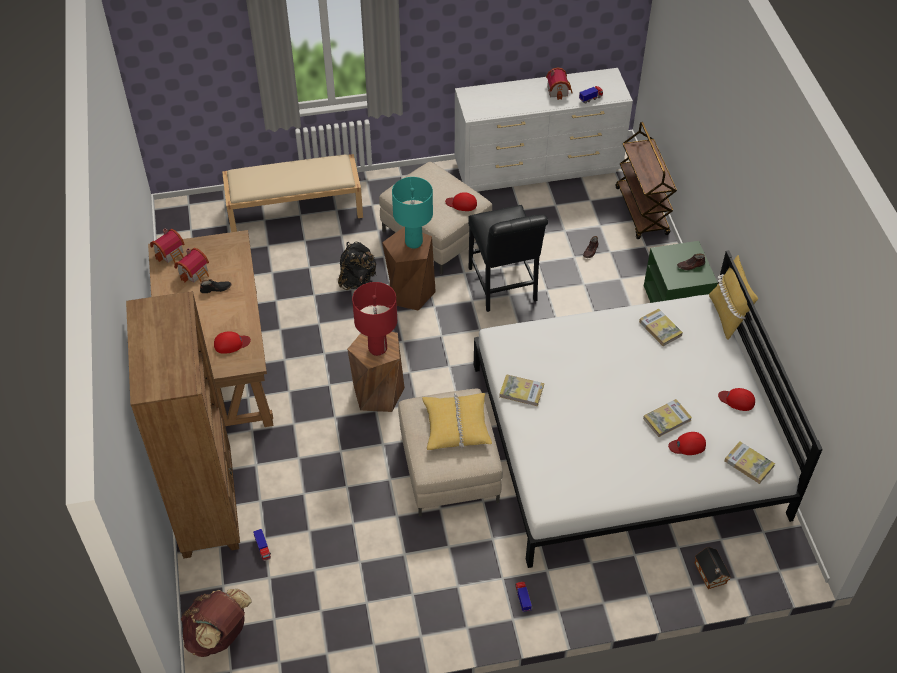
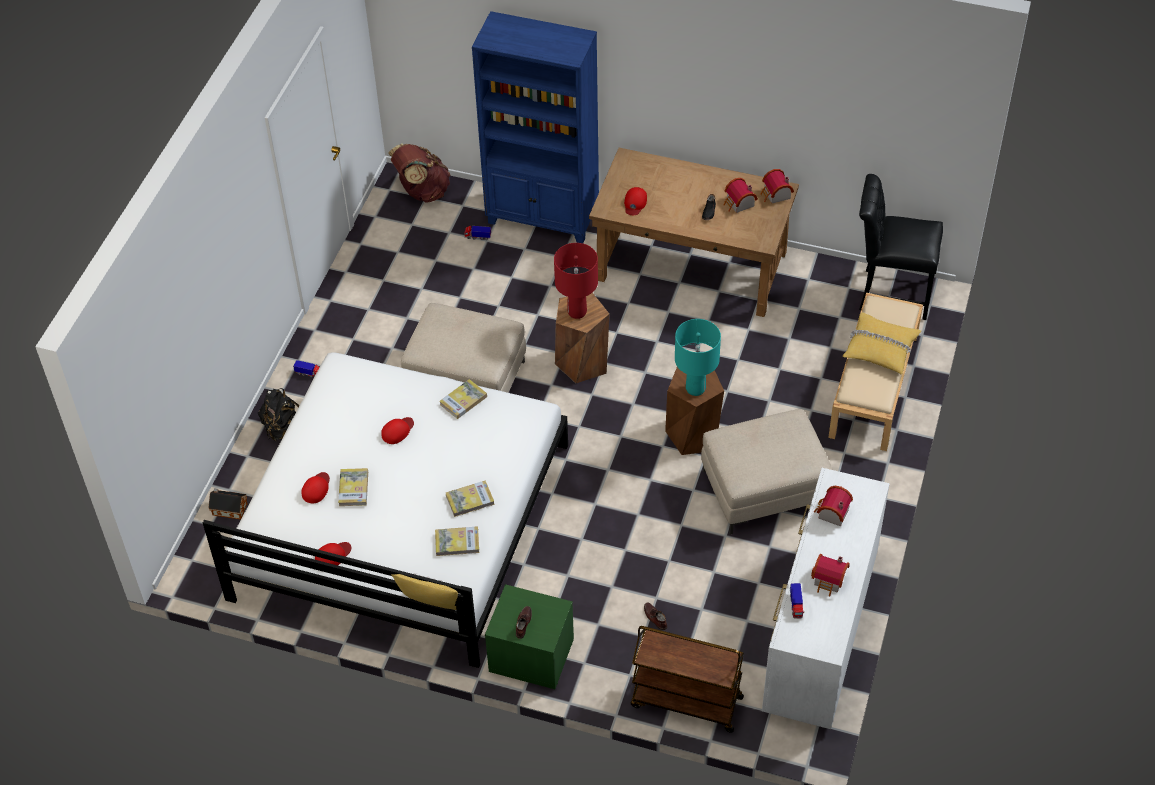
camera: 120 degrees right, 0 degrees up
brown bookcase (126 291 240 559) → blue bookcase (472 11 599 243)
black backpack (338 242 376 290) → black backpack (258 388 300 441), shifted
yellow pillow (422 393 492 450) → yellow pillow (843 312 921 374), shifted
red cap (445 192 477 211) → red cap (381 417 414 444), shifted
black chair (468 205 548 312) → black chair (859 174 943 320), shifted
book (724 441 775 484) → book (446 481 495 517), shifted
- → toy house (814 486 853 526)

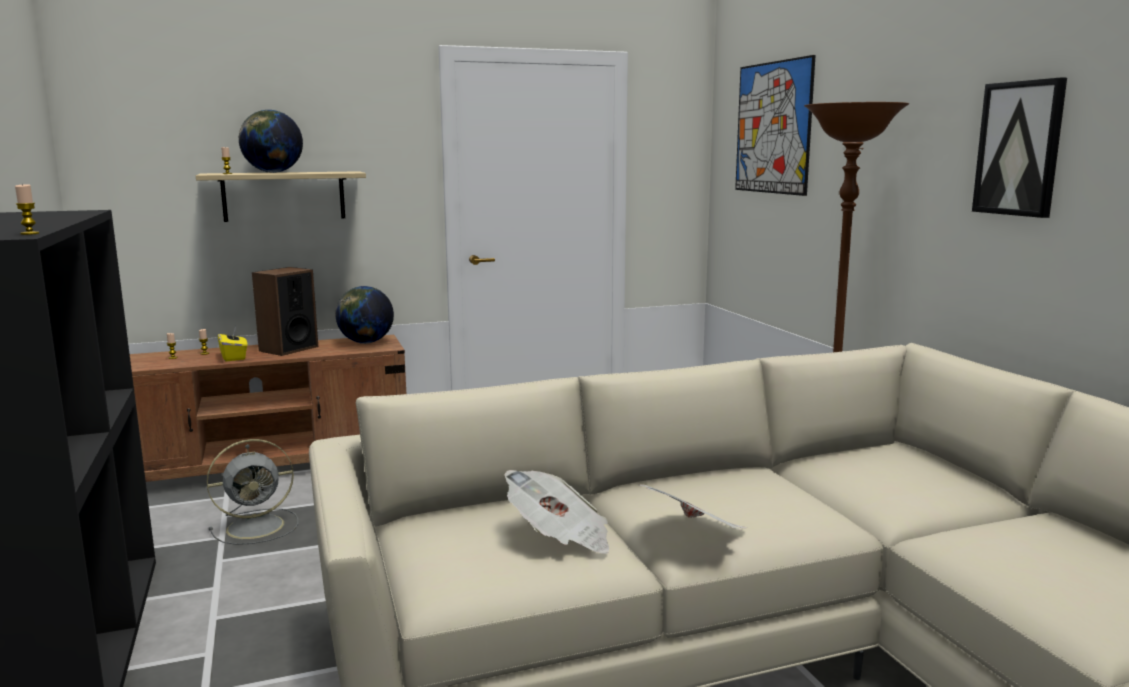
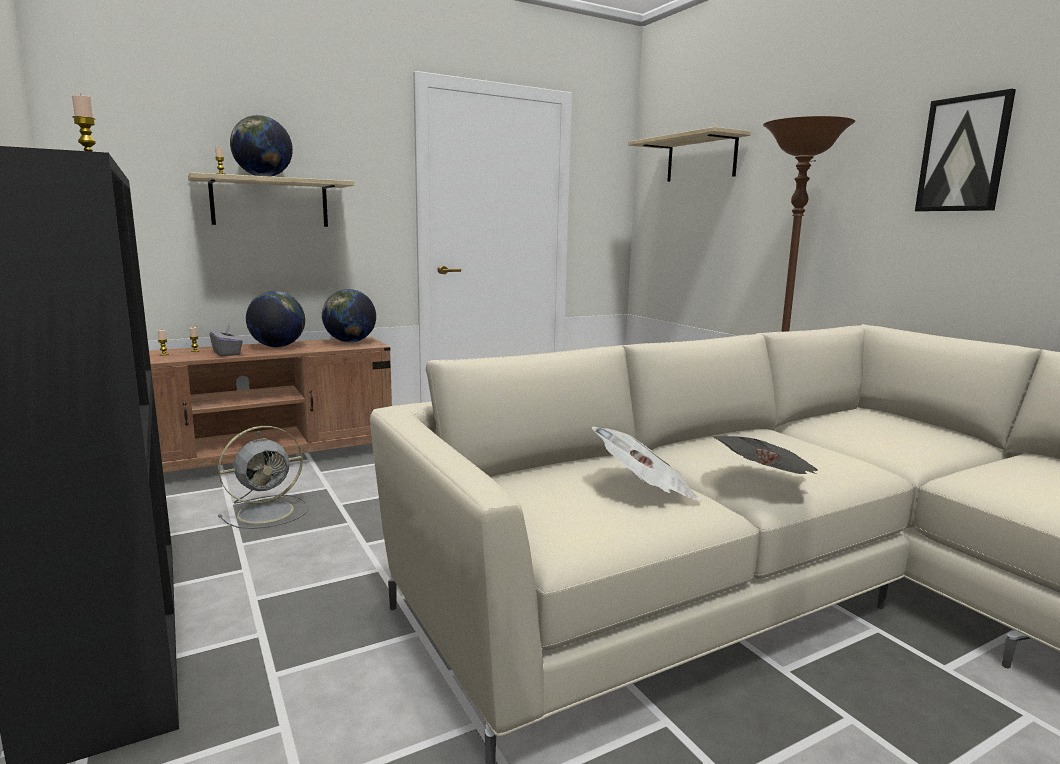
camera: 10 degrees left, 0 degrees up
yellow tissue box (218 327 247 361) → grey tissue box (210 324 243 357)
speaker (252 267 318 356) → globe (246 291 305 347)
picture (735 55 816 196) → shelf (628 127 751 182)

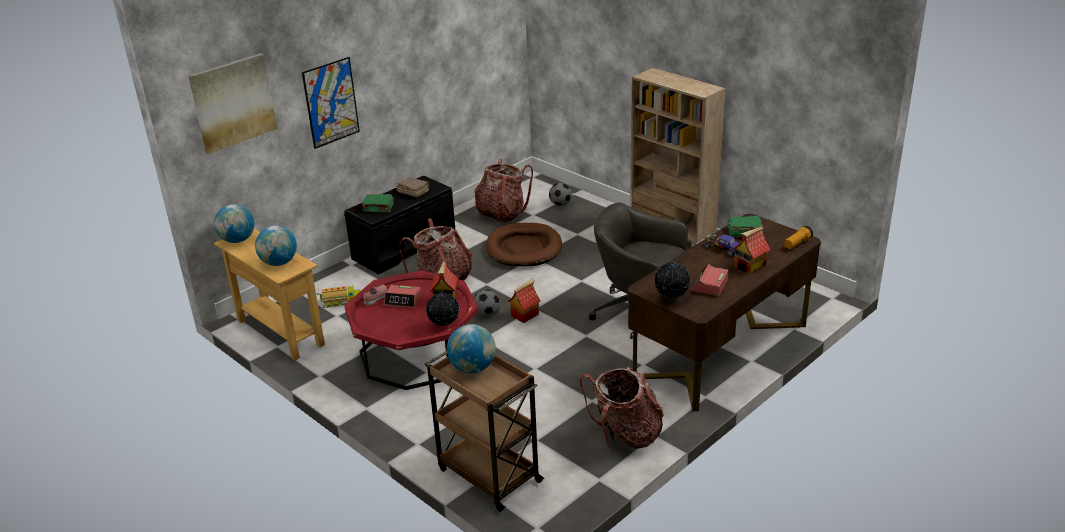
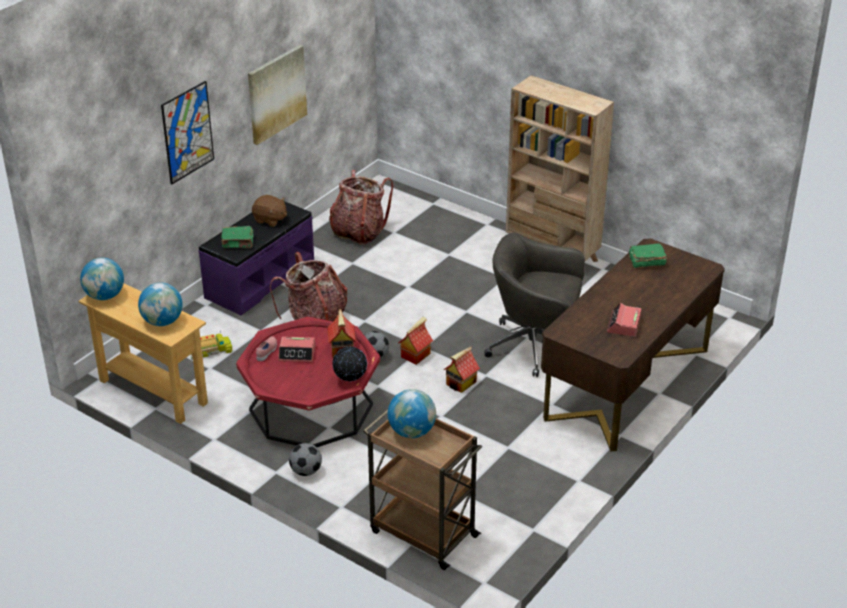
camera: 10 degrees left, 5 degrees up
picture (188 53 277 154) → picture (248 45 307 145), shifted
black bench (344 176 455 274) → purple bench (198 199 314 316)
brown book (396 177 429 197) → brown plush toy (252 195 287 227)
brown dog bed (486 223 562 266) → -
football (549 183 572 206) → football (289 443 322 476), shifted
backpack (580 367 664 452) → -
globe (654 261 690 300) → -
toy car (704 234 740 256) → -
toy house (733 226 770 274) → toy house (444 347 480 393), shifted
flashlight (784 226 813 249) → -

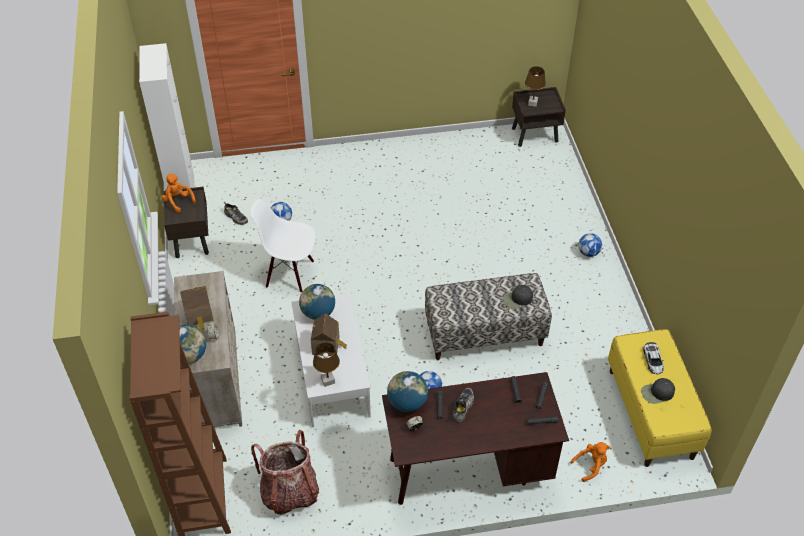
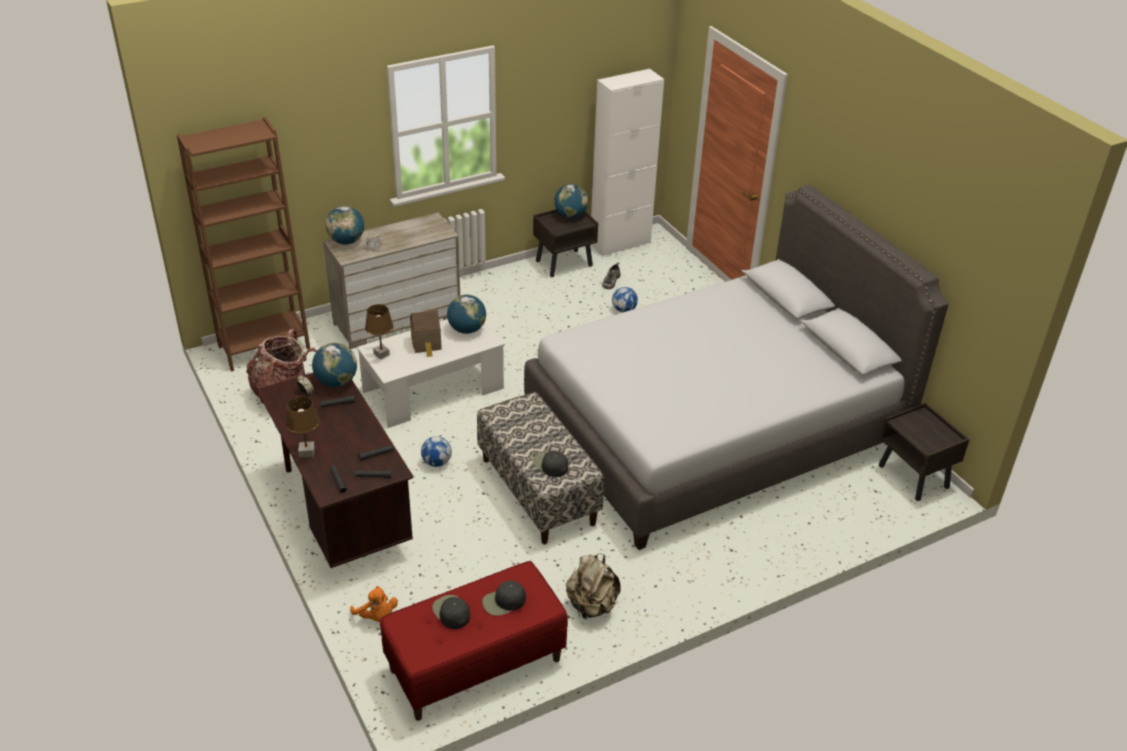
camera: 70 degrees right, 10 degrees down
orange plush toy (161 174 196 213) → globe (554 184 588 218)
toy house (180 286 213 330) → -
white chair (250 199 316 293) → -
shoe (452 388 474 422) → -
brown table lamp (525 66 546 107) → brown table lamp (286 396 320 457), shifted
football (578 233 602 257) → -
yellow bench (608 329 712 467) → red bench (380 561 568 721)
toy car (643 342 664 374) → black cap (482 580 526 616)
- → grey bed (524 185 949 550)
- → beige backpack (566 553 621 619)

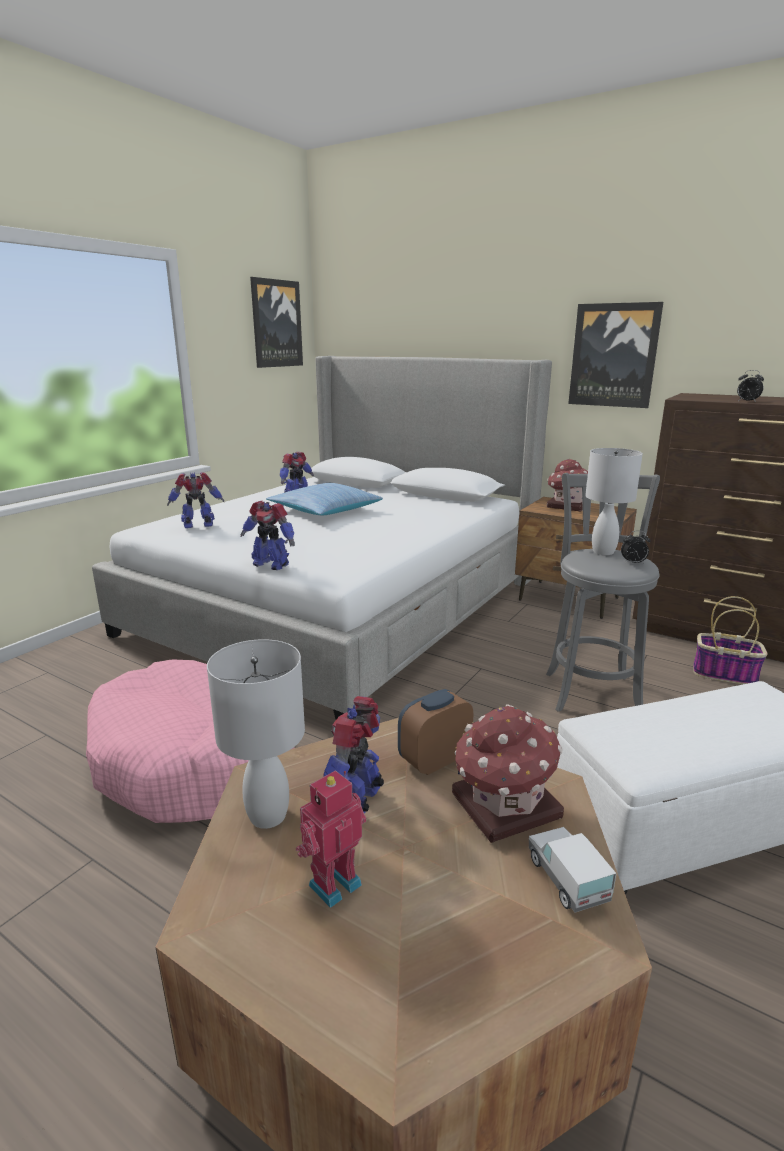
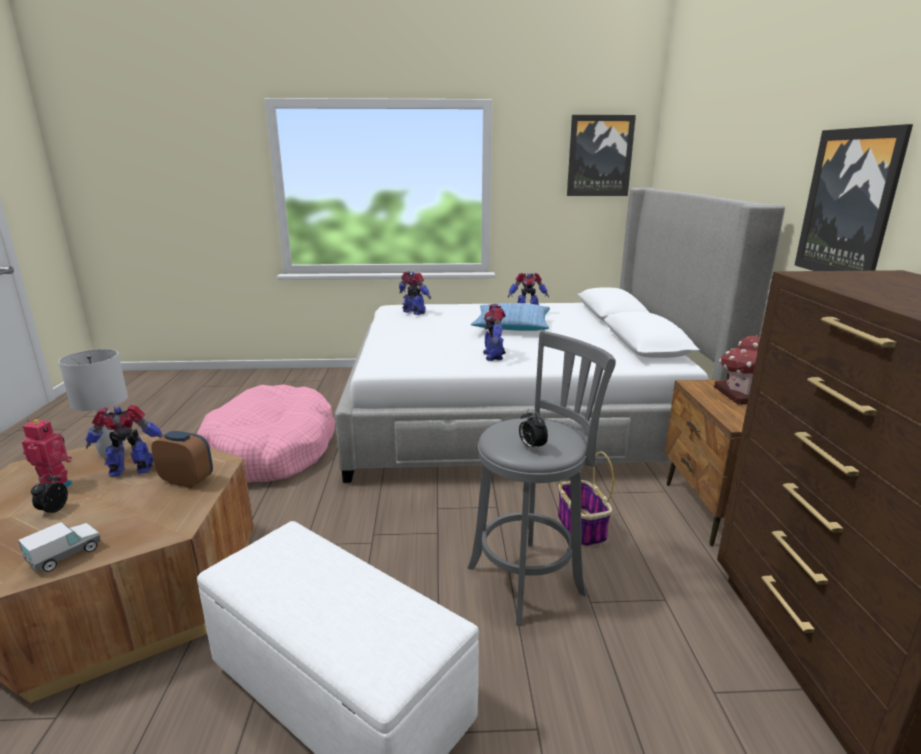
camera: 55 degrees right, 0 degrees up
toy robot (241 501 295 570) → toy robot (483 304 506 361), shifted
toy house (452 704 564 843) → -
white table lamp (585 448 643 555) → -
basket (693 596 767 685) → basket (558 451 614 548), shifted
alarm clock (737 370 764 402) → alarm clock (31 474 68 516), shifted

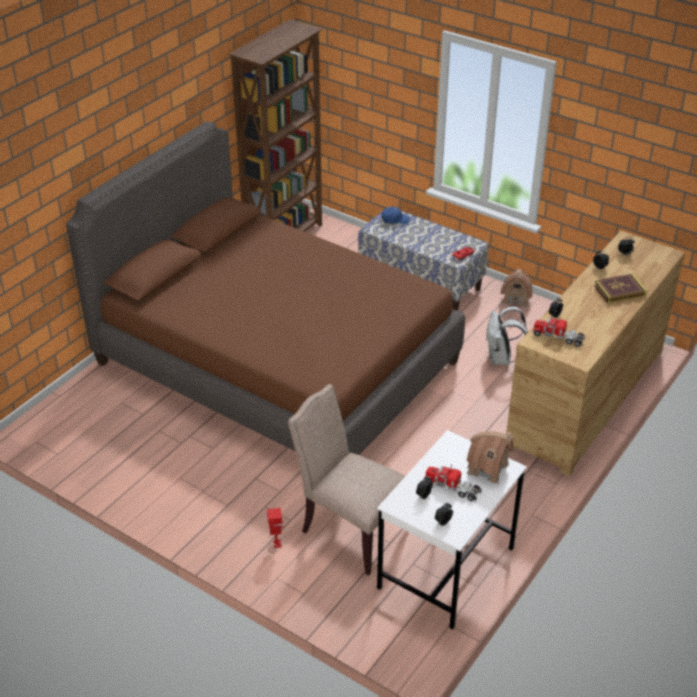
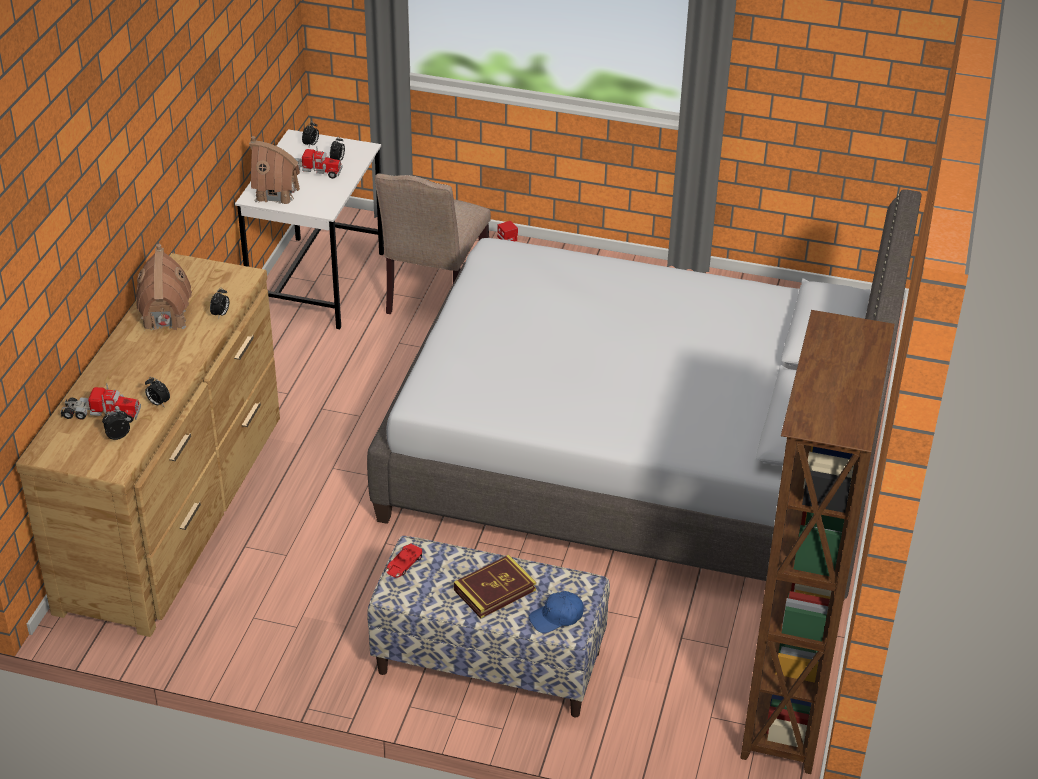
camera: 160 degrees right, 0 degrees up
brown bed (66 121 465 455) → grey bed (367 189 922 599)
beige chair (288 384 405 576) → beige chair (375 174 491 314), 90 degrees clockwise
white backpack (486 307 528 365) → -
toy house (501 269 533 308) → toy house (136 244 192 331), shifted
toy truck (532 315 586 347) → toy truck (61 384 141 423), shifted
book (594 274 647 303) → book (454 555 536 618), shifted

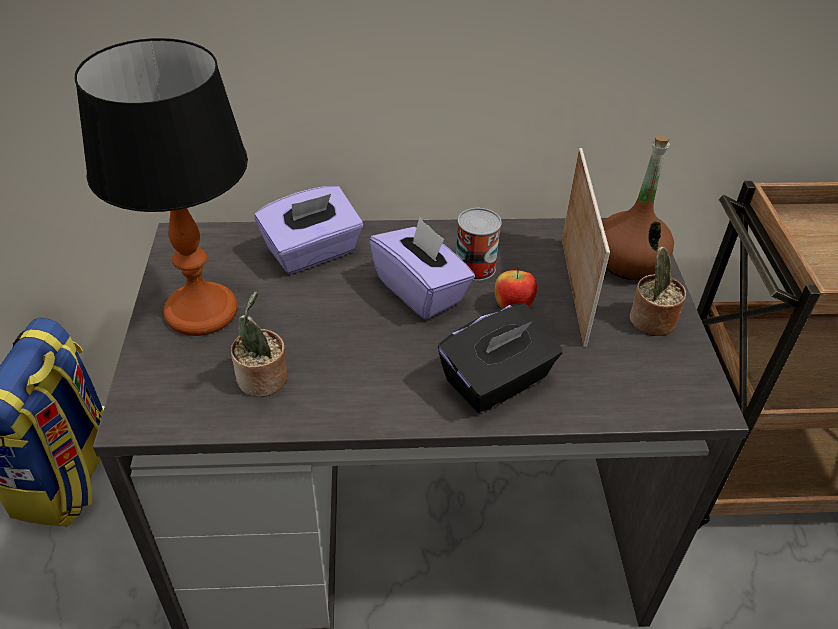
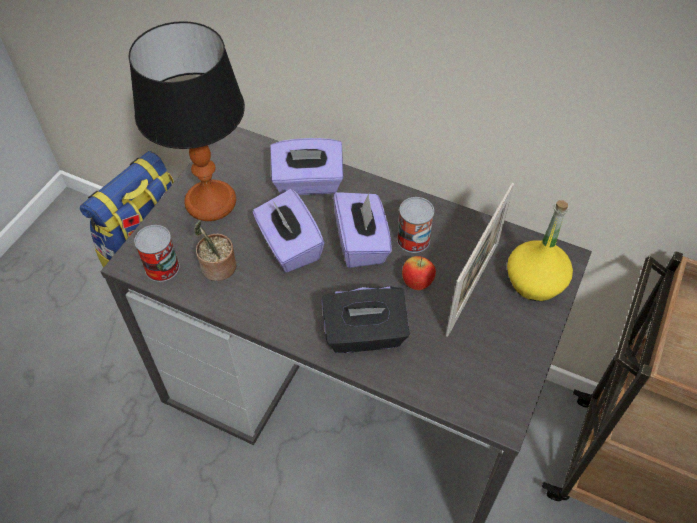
camera: 30 degrees right, 10 degrees up
brown bottle (602 136 674 280) → yellow bottle (507 200 573 301)
potted plant (630 221 686 336) → -
- → can (134 225 180 282)
- → purple tissue box (253 189 325 272)

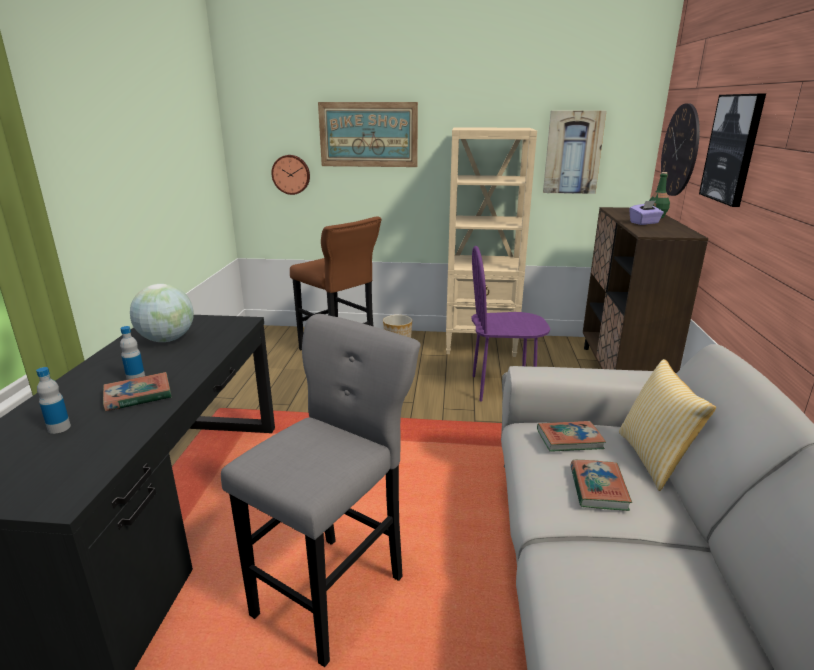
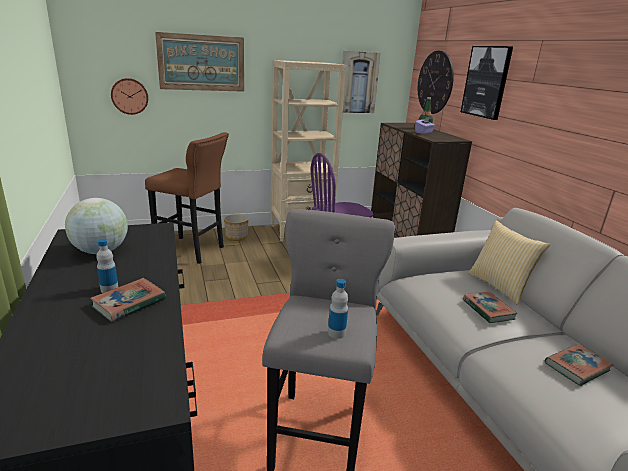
camera: 25 degrees left, 0 degrees up
bottle (36 367 71 434) → bottle (328 279 348 339), shifted
book (537 421 606 452) → book (545 344 614 386), shifted

